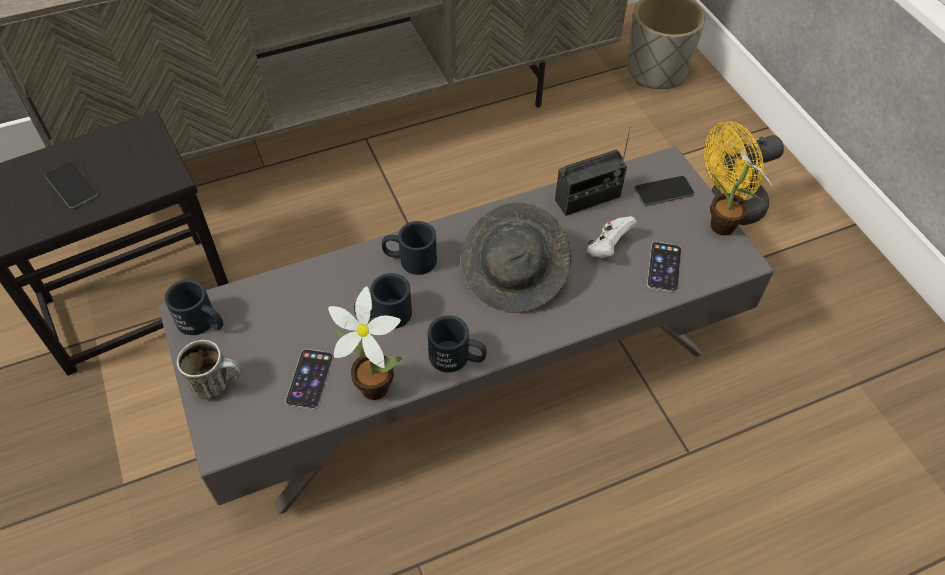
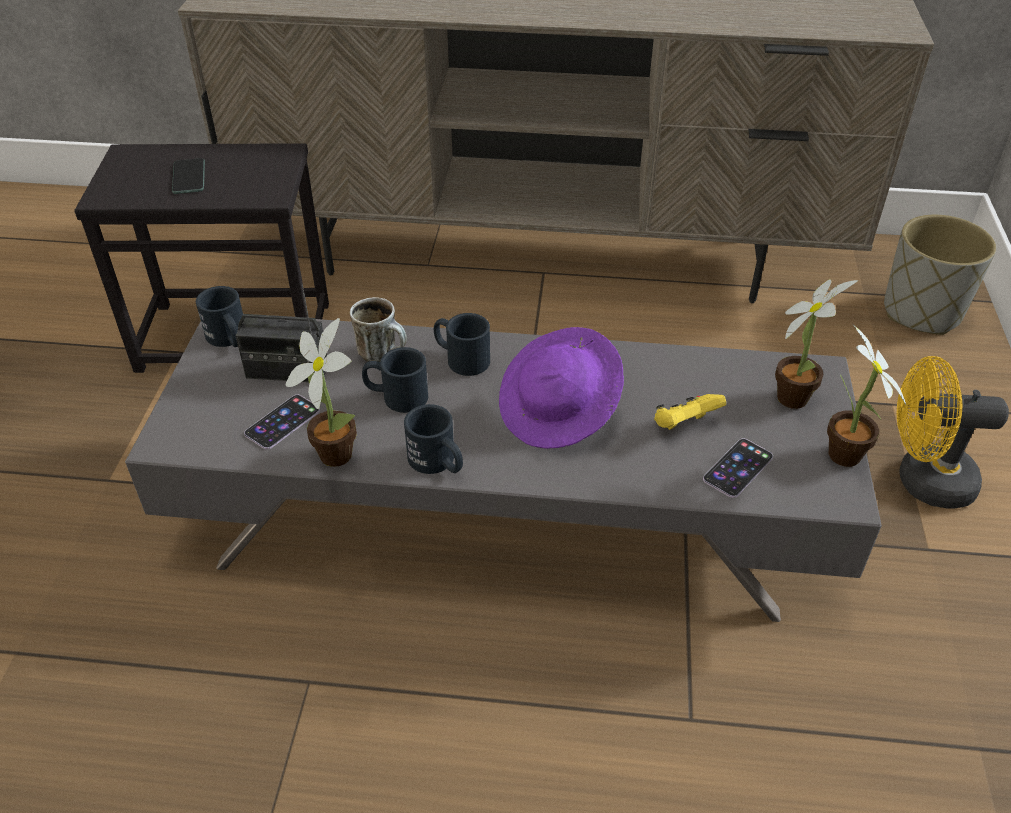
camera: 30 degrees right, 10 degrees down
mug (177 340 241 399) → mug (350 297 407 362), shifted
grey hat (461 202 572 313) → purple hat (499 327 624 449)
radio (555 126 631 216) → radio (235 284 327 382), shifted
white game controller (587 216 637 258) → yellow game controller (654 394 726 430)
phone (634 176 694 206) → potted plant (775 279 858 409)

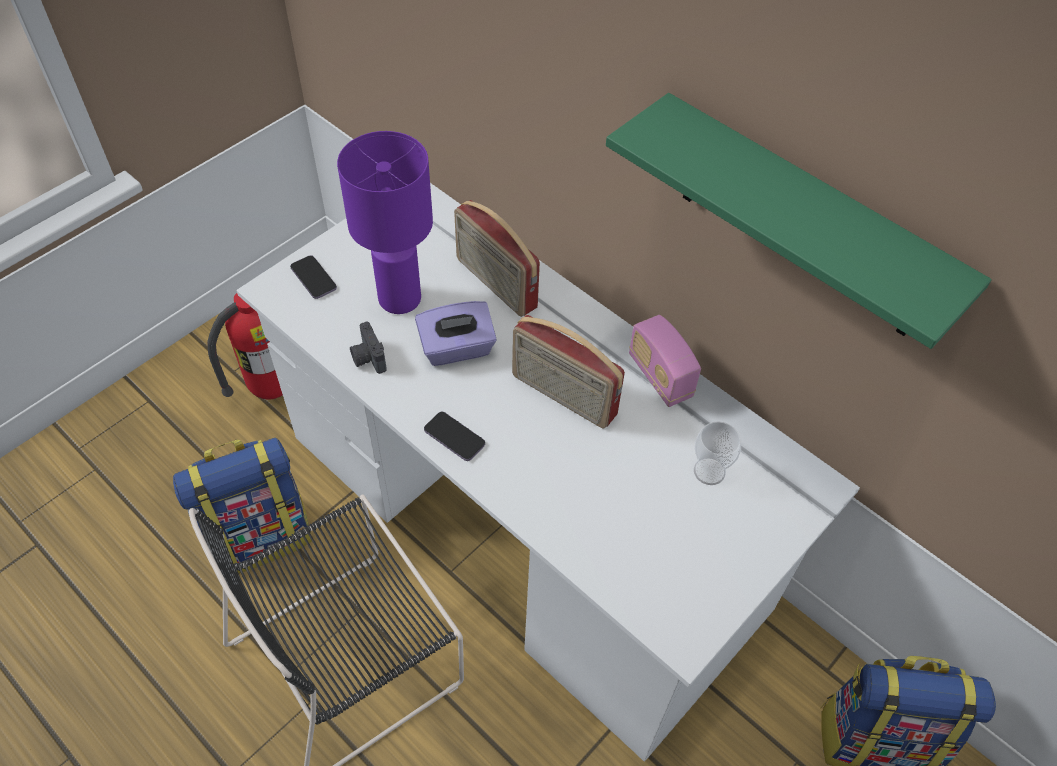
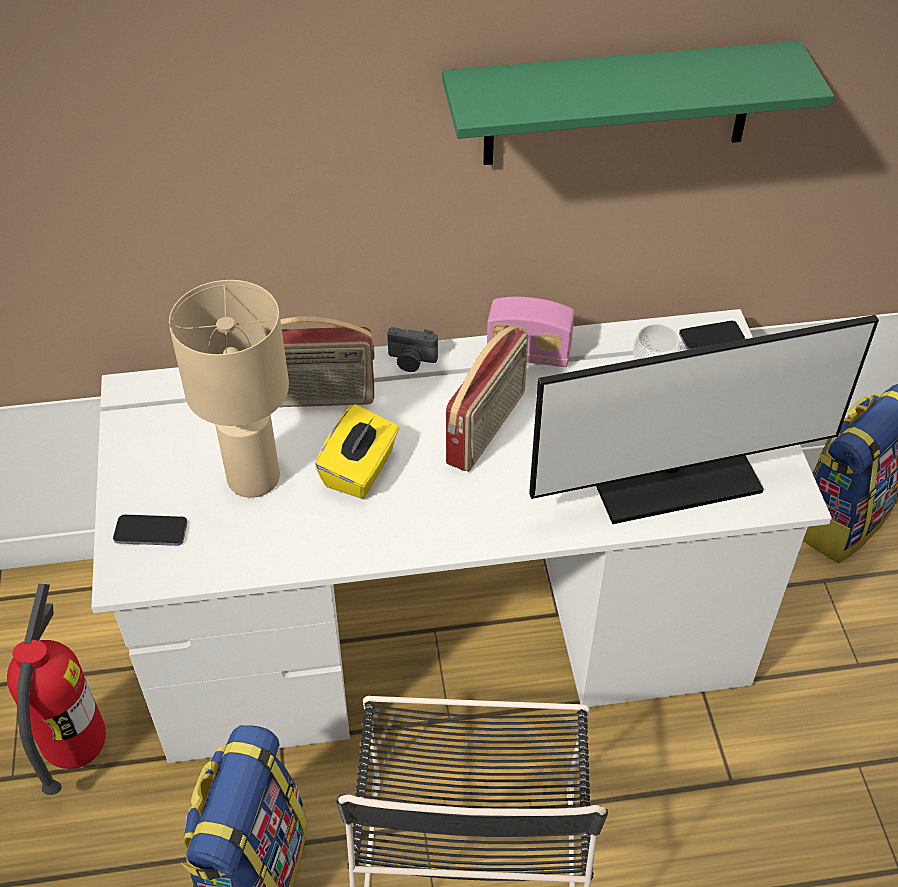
camera: 50 degrees left, 5 degrees down
purple table lamp (337 131 433 314) → beige table lamp (169 280 289 498)
photo camera (350 322 387 374) → photo camera (387 327 438 372), shifted
purple tissue box (415 301 497 366) → yellow tissue box (315 404 399 499)
phone (424 412 485 461) → phone (679 321 745 350), shifted
radio (512 315 625 429) → radio (446 325 528 472), 45 degrees counterclockwise
- → monitor (529 315 879 524)

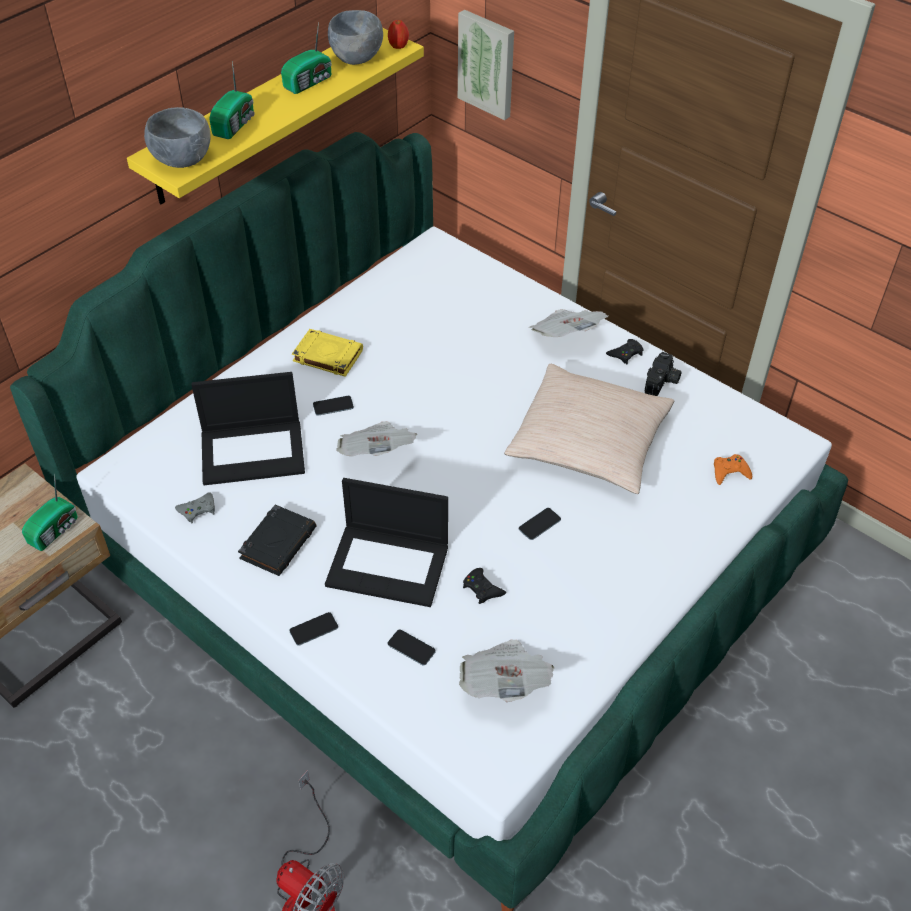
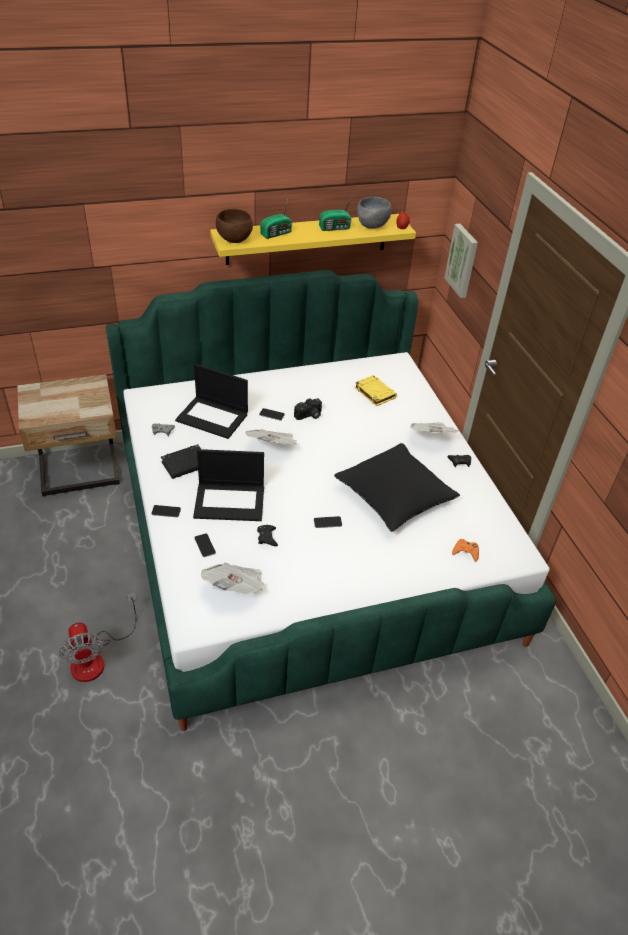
camera: 30 degrees right, 5 degrees down
radio (22 473 78 551) → -
grey bowl (144 107 211 168) → brown bowl (216 209 253 243)
yellow book (292 329 363 377) → yellow book (354 375 397 406), shifted
laptop (325 478 448 607) → laptop (193 449 264 521), 45 degrees counterclockwise
beige pillow (504 364 674 494) → black pillow (334 443 460 532)
photo camera (645 352 682 396) → photo camera (294 398 322 420), shifted

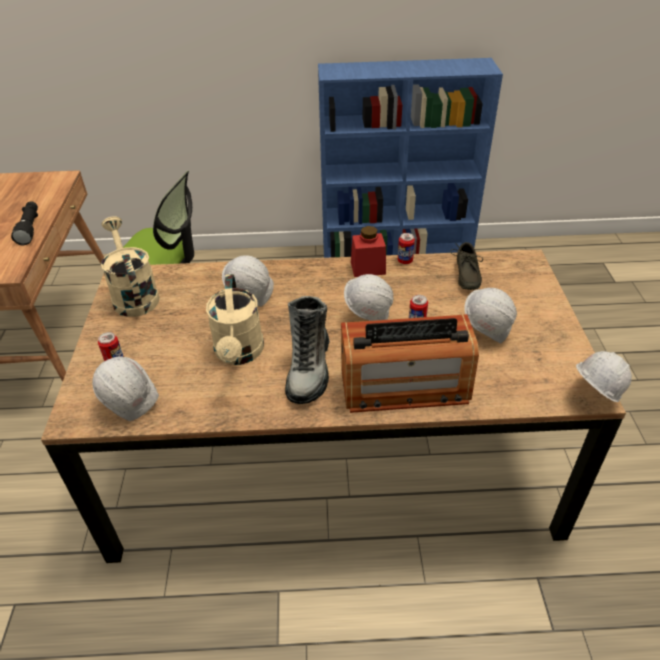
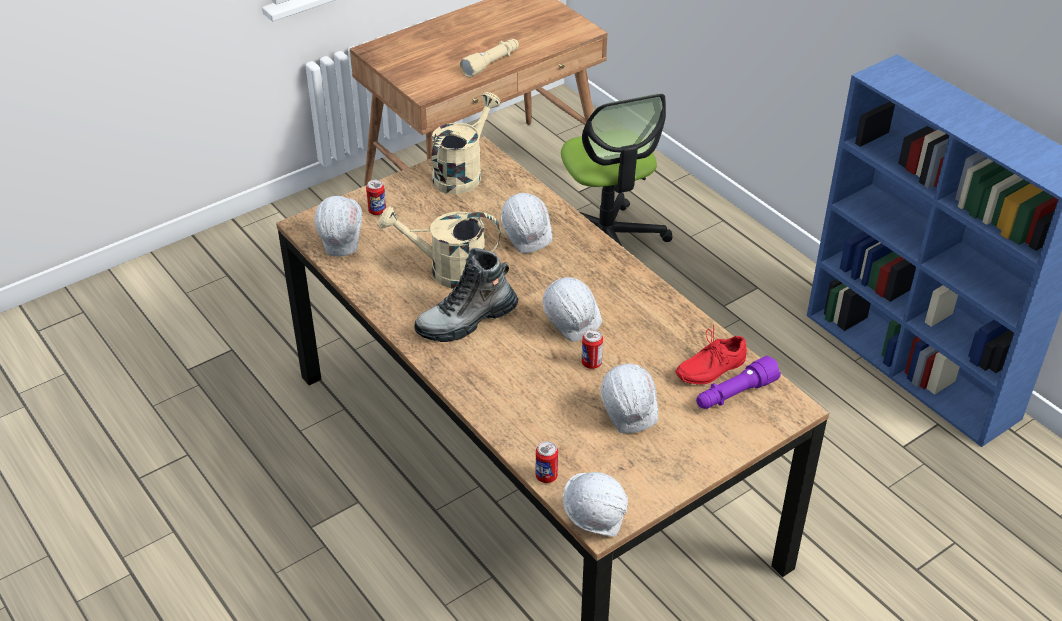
camera: 55 degrees right, 0 degrees up
black flashlight (11 201 38 246) → beige flashlight (460 39 519 77)
beige watering can (206 274 264 365) → beige watering can (379 206 501 289), 45 degrees clockwise
radio (341 314 479 413) → -
red jar (351 226 386 277) → -
can (398 233 415 264) → can (536 441 558 483), shifted
grey shoe (450 242 483 290) → red shoe (675 325 747 385)
- → purple flashlight (696 356 781 409)

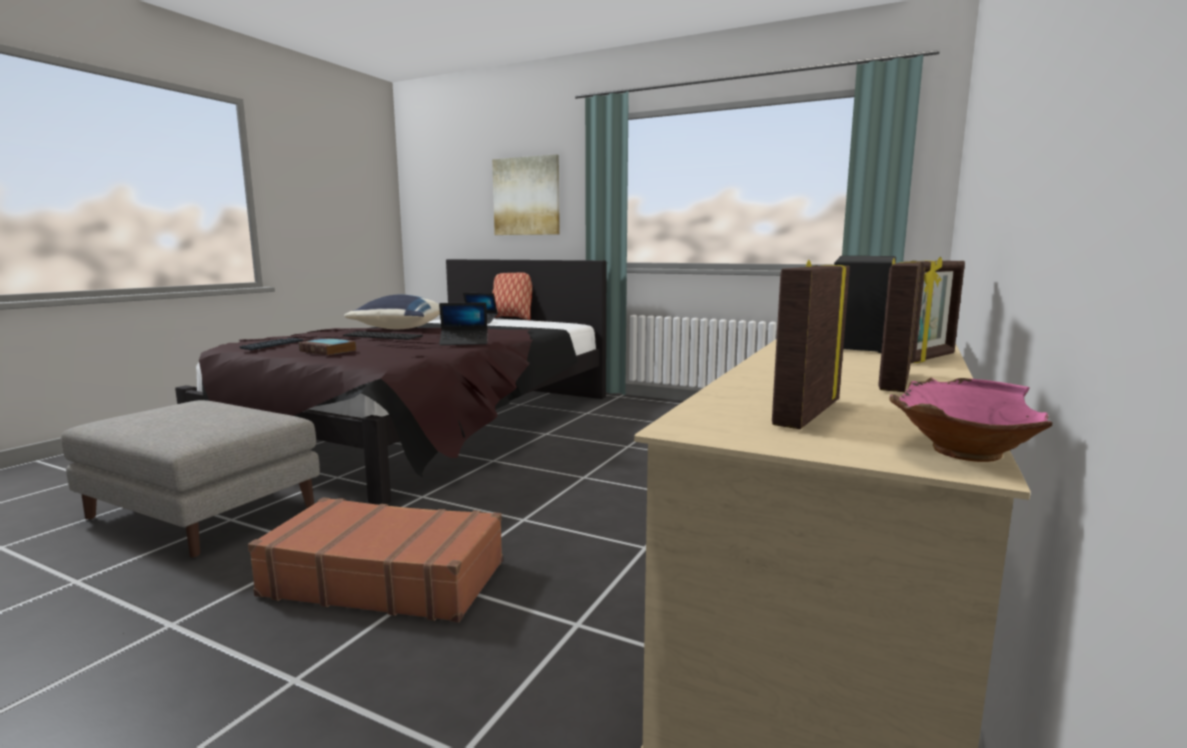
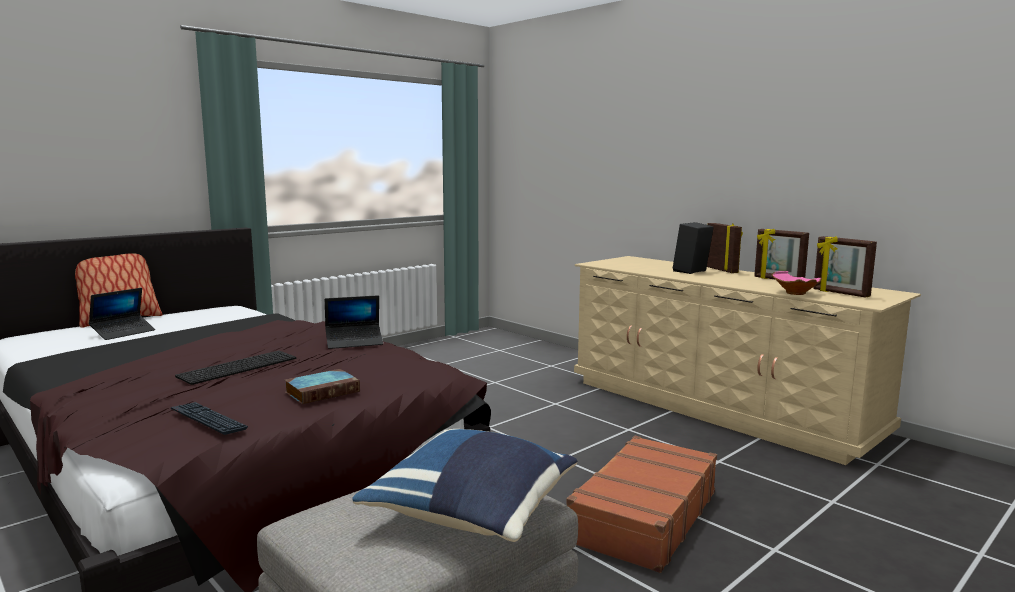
camera: 70 degrees left, 0 degrees up
blue pillow (344 295 440 329) → blue pillow (352 429 577 542), shifted
laptop (439 302 488 345) → laptop (325 295 383 349), 60 degrees clockwise
picture (492 154 560 235) → -
pink bowl (889 377 1053 462) → pink bowl (771 271 822 295), shifted

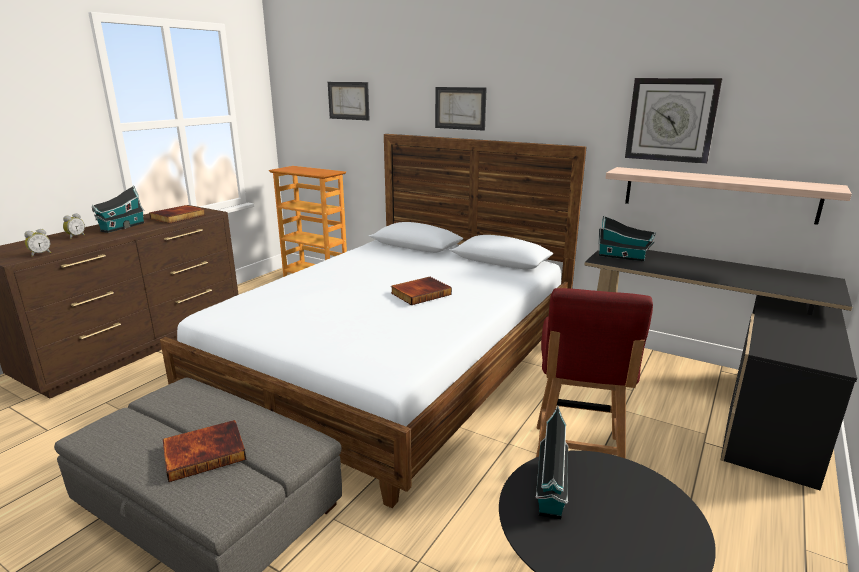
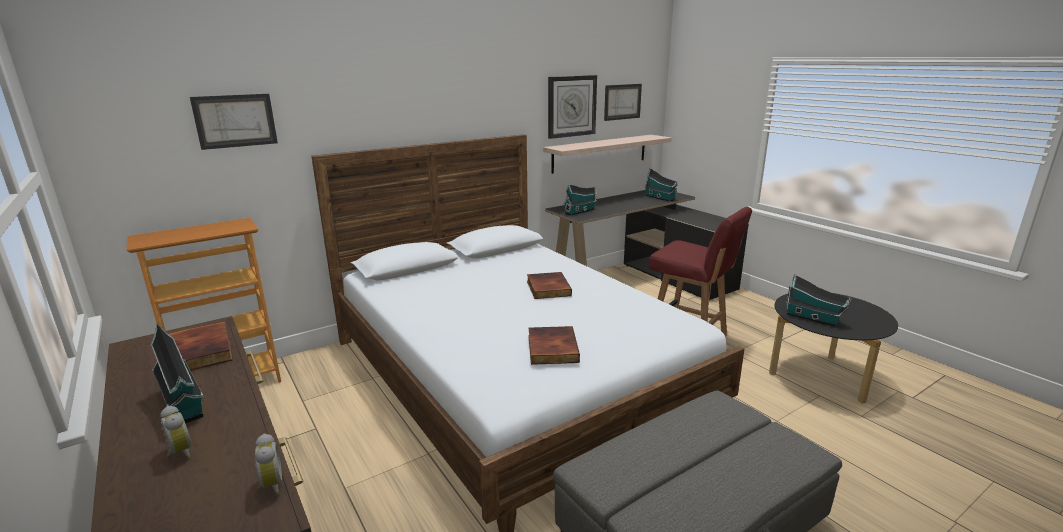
camera: 65 degrees left, 0 degrees up
book (163 420 246 482) → book (528 326 580 365), shifted
picture (435 87 487 131) → picture (604 84 642 121), shifted
- → toy house (645 168 678 202)

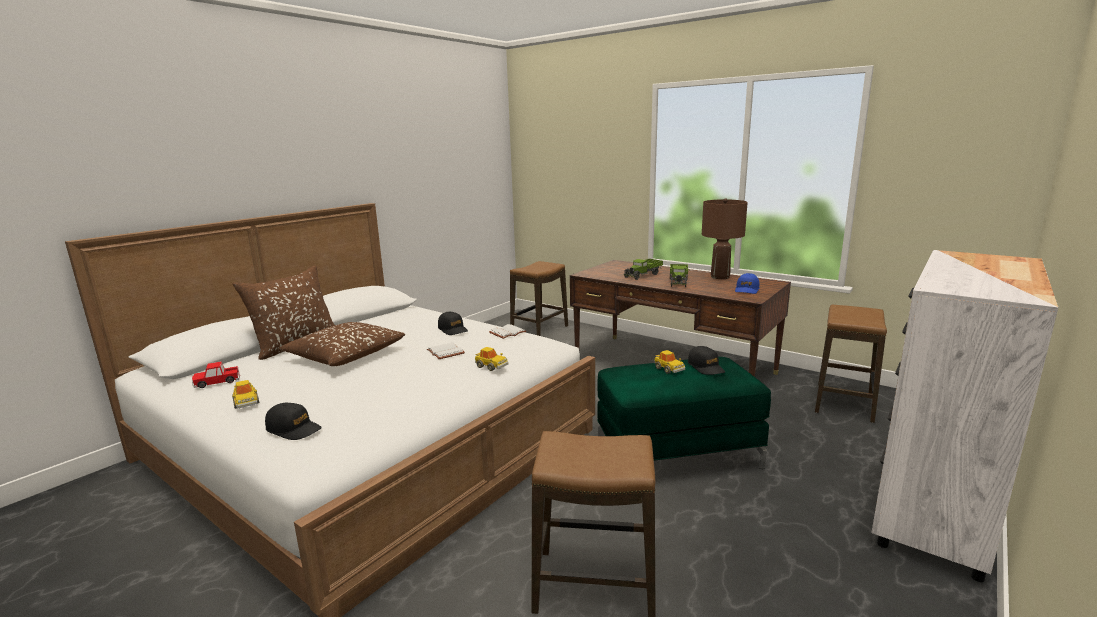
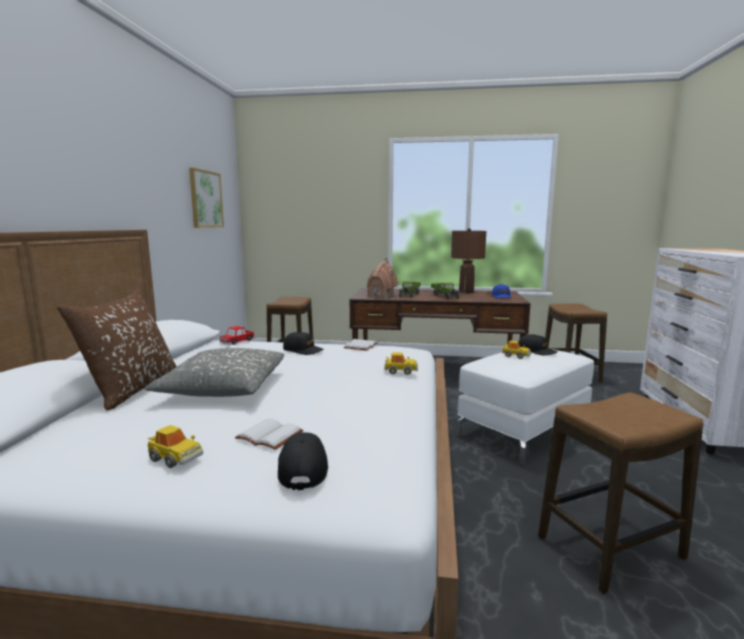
camera: 30 degrees left, 5 degrees down
toy car (192 361 240 388) → toy car (219 326 255 345), shifted
black cap (265 403 322 440) → black cap (278 432 328 490), 90 degrees counterclockwise
brown pillow (279 322 405 366) → grey pillow (145 348 285 397)
white book (427 342 465 359) → white book (235 418 303 450), shifted
green ottoman (597 357 771 469) → white ottoman (457 349 594 466)
- → picture (189 168 224 228)
- → toy house (367 258 398 299)

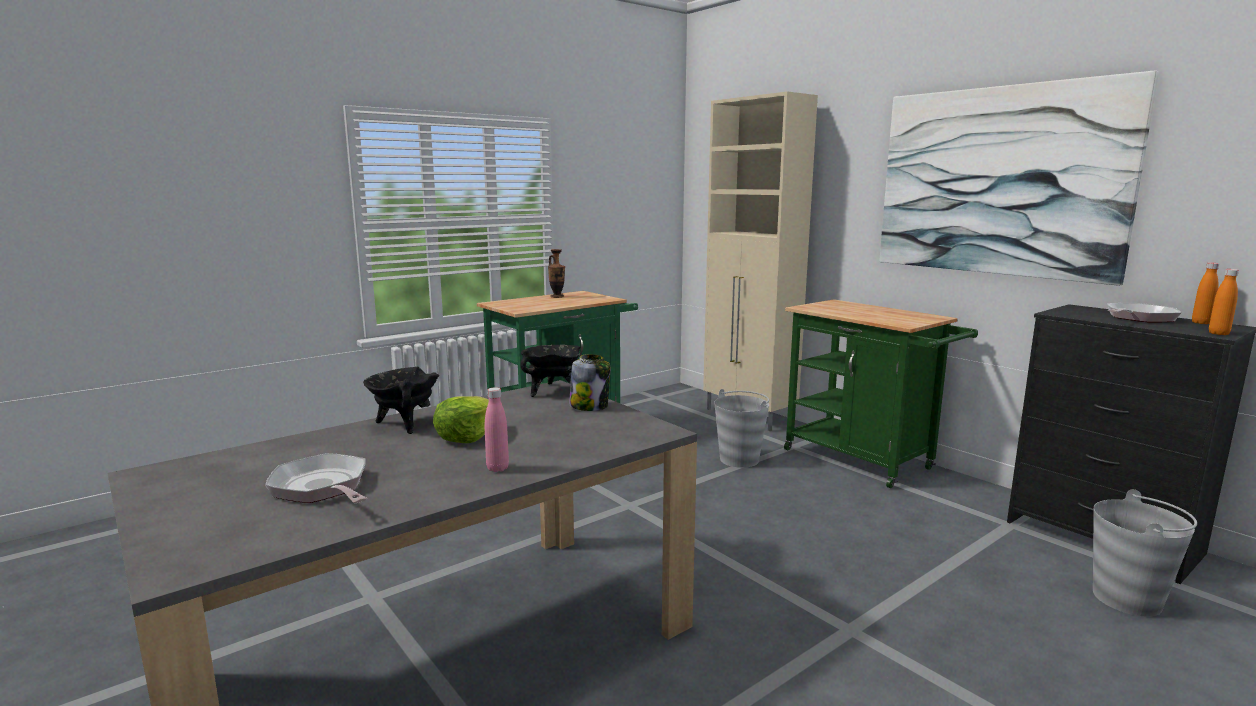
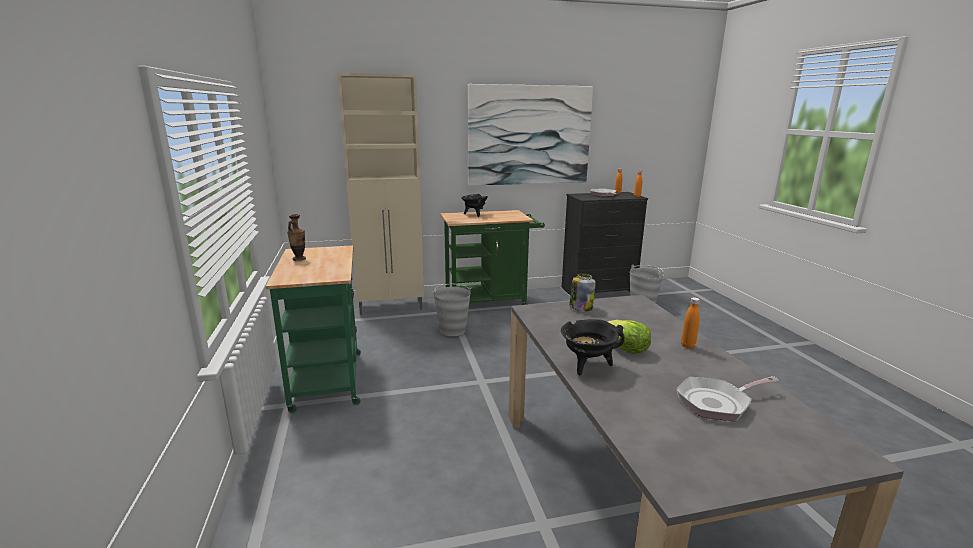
camera: 65 degrees left, 5 degrees up
pink bottle (485 387 509 472) → orange bottle (681 297 700 349)
black cooking pot (520 345 580 397) → black cooking pot (461 194 488 217), shifted

